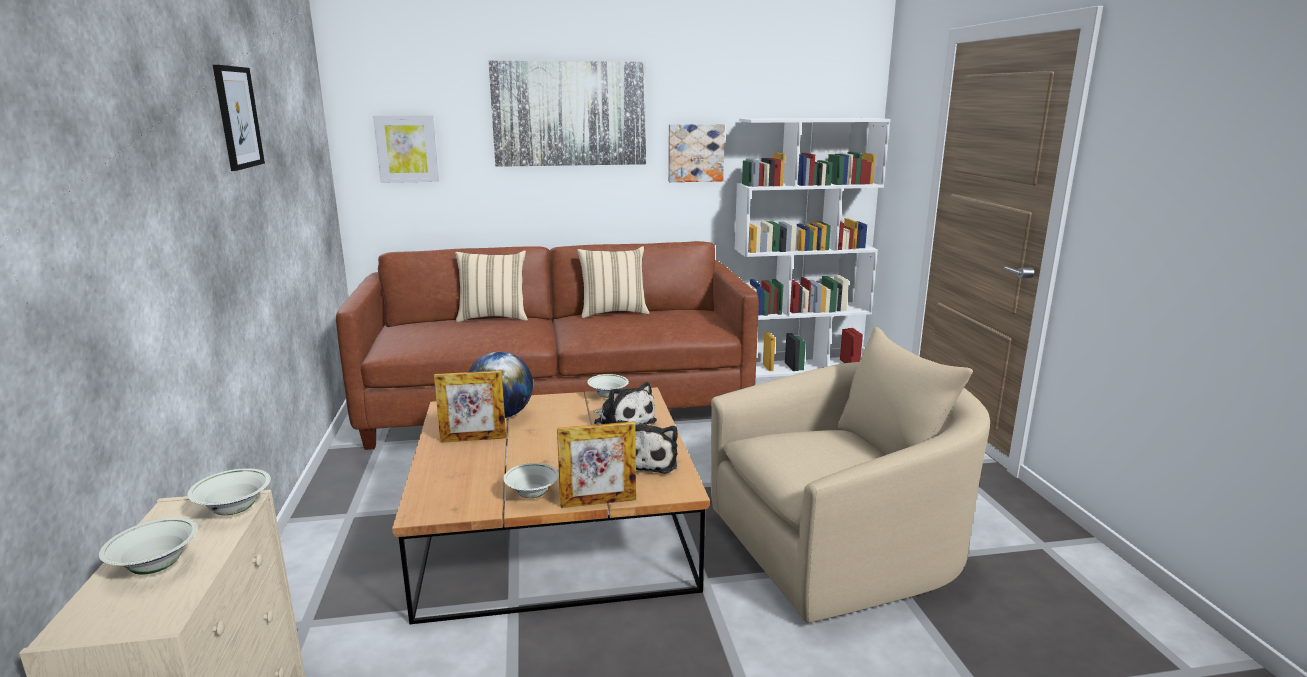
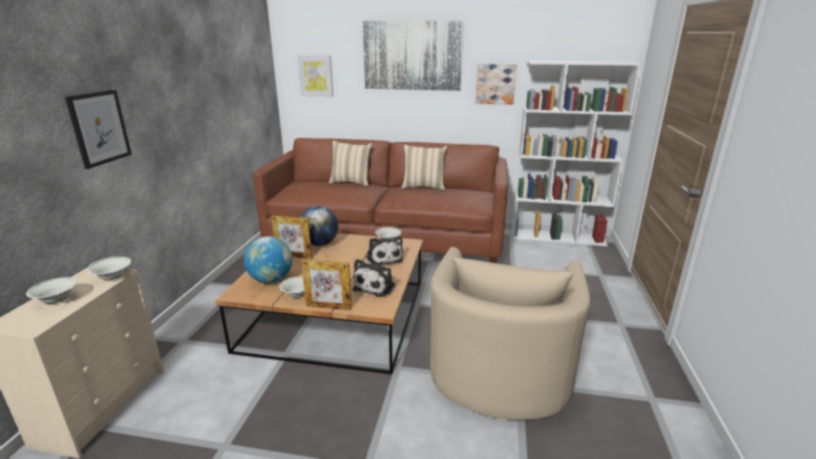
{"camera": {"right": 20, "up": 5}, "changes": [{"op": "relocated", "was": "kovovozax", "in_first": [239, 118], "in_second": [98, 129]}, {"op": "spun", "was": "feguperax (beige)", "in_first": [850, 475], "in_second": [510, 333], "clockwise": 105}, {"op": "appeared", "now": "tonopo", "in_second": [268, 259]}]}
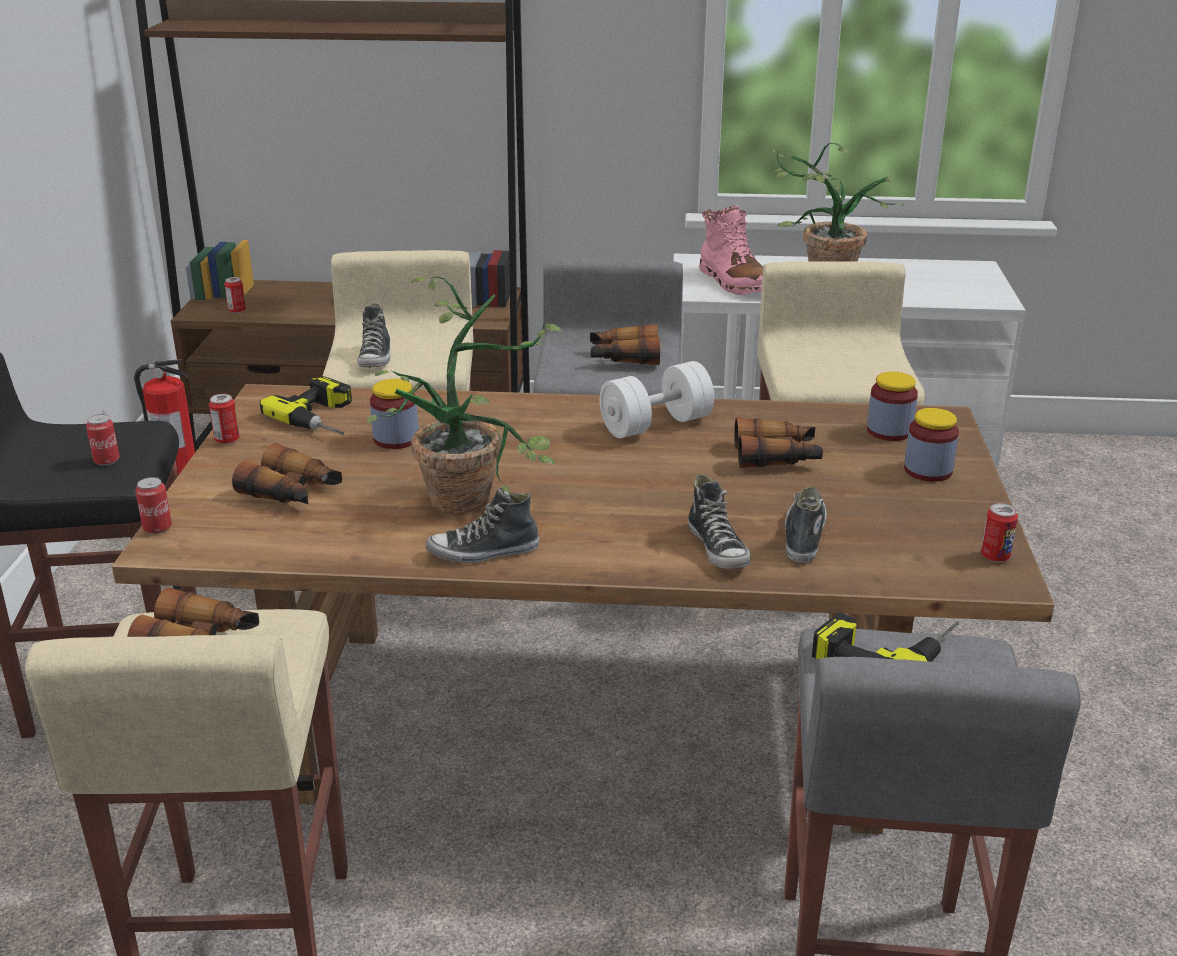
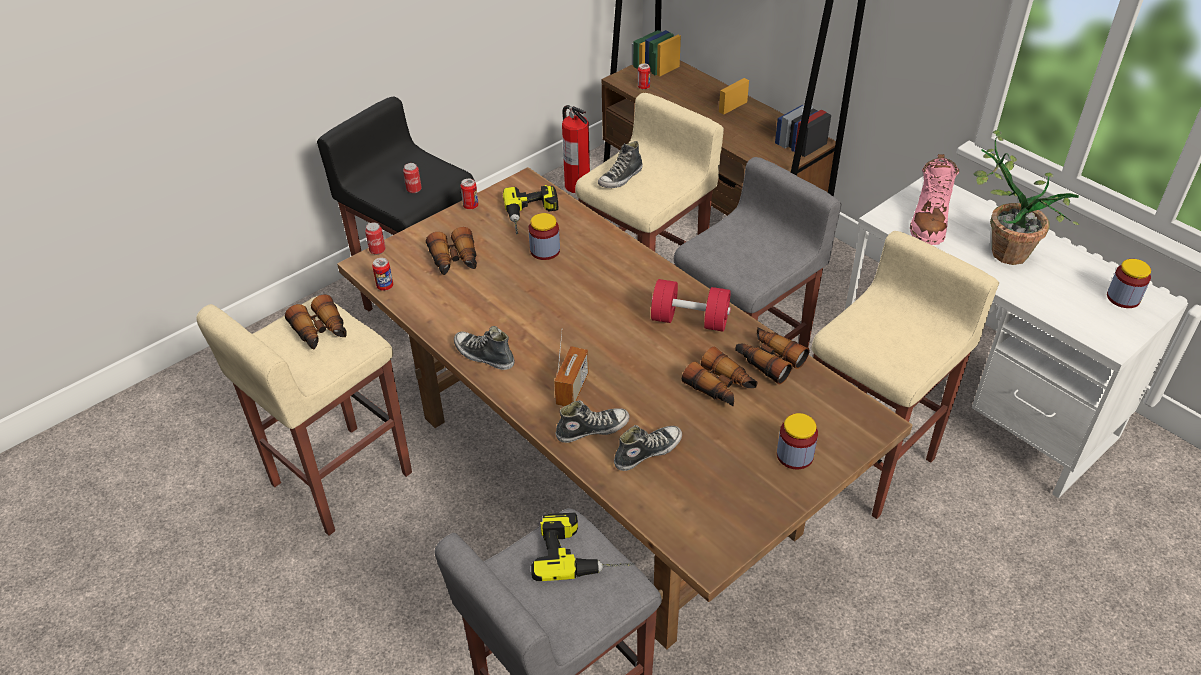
{"camera": {"right": 45, "up": 15}, "changes": [{"op": "missing", "was": "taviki", "in_first": [465, 395]}, {"op": "relocated", "was": "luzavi", "in_first": [625, 344], "in_second": [772, 356]}, {"op": "colour", "was": "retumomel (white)", "now": "retumomel (red)", "in_first": [656, 399], "in_second": [691, 305]}, {"op": "spun", "was": "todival", "in_first": [719, 521], "in_second": [593, 421], "clockwise": -135}, {"op": "relocated", "was": "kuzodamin", "in_first": [892, 406], "in_second": [1129, 283]}, {"op": "relocated", "was": "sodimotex", "in_first": [999, 532], "in_second": [382, 274]}, {"op": "appeared", "now": "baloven", "in_second": [571, 367]}]}
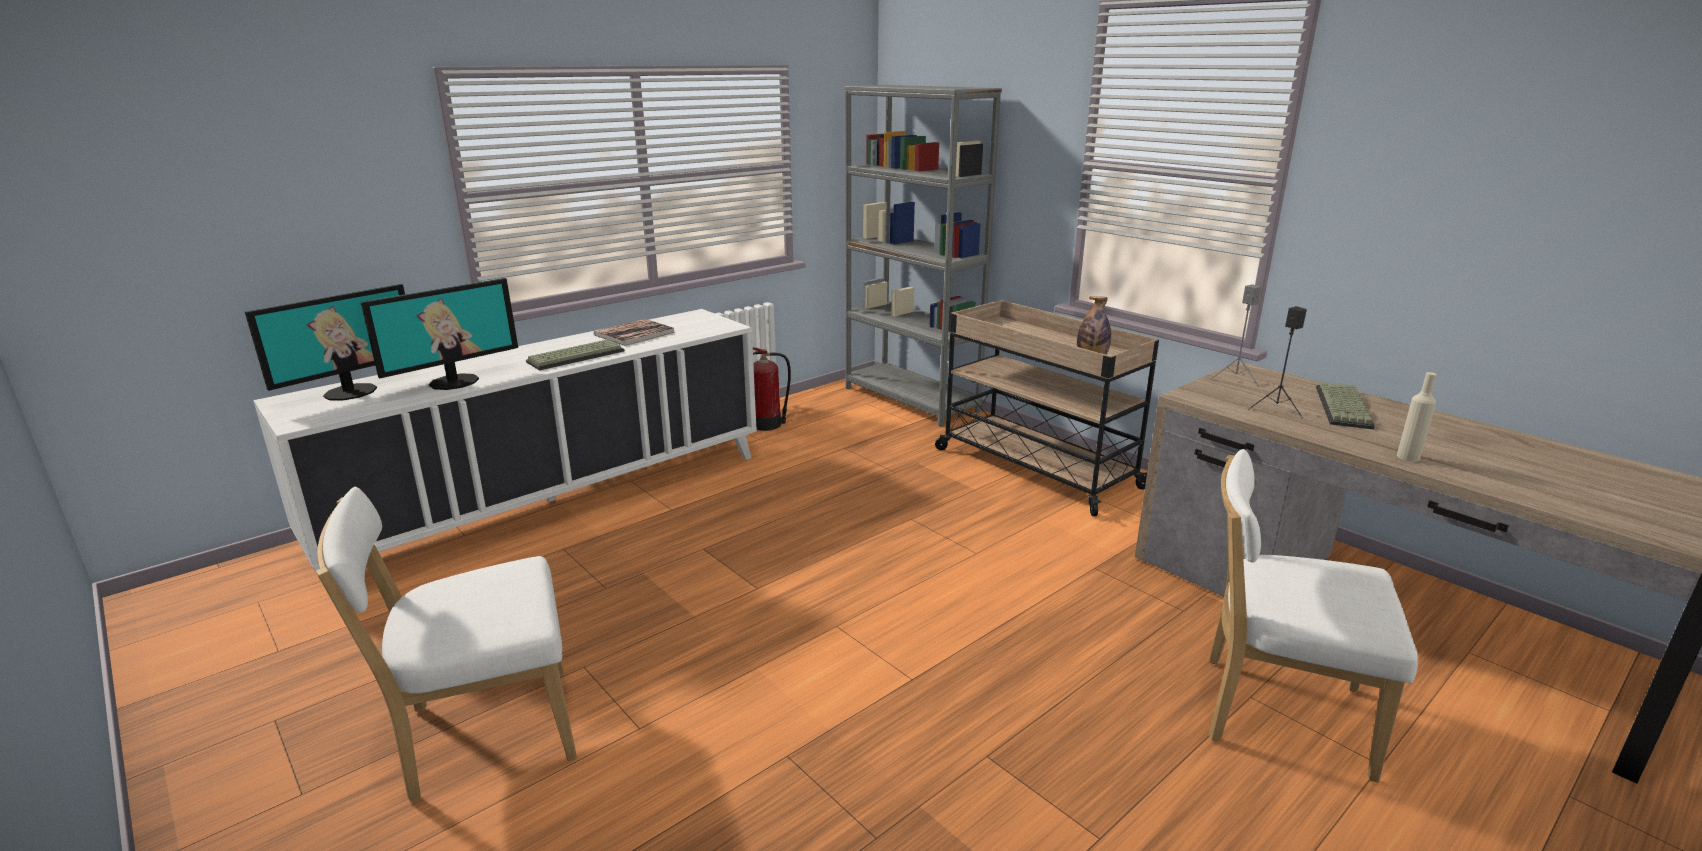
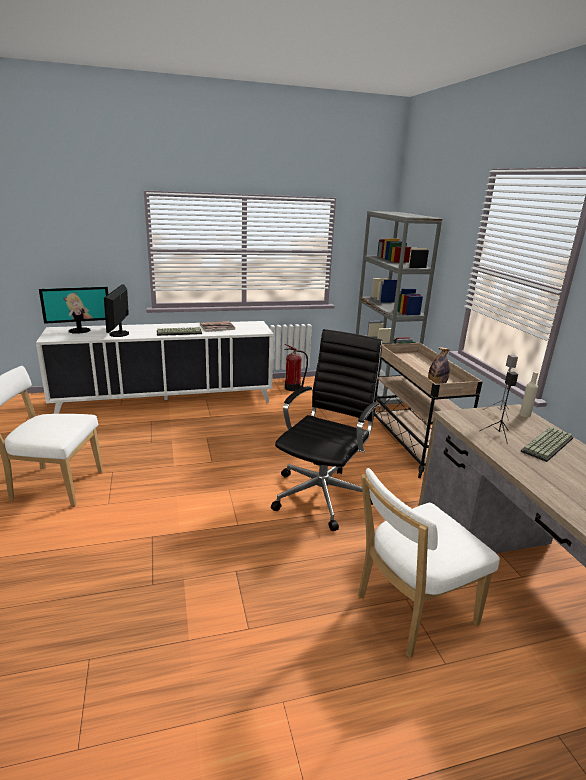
{"camera": {"right": 25, "up": 0}, "changes": [{"op": "spun", "was": "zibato", "in_first": [439, 334], "in_second": [116, 310], "clockwise": 105}, {"op": "spun", "was": "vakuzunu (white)", "in_first": [1313, 615], "in_second": [429, 563], "clockwise": -75}, {"op": "relocated", "was": "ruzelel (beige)", "in_first": [1417, 417], "in_second": [529, 394]}, {"op": "appeared", "now": "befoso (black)", "in_second": [326, 430]}]}
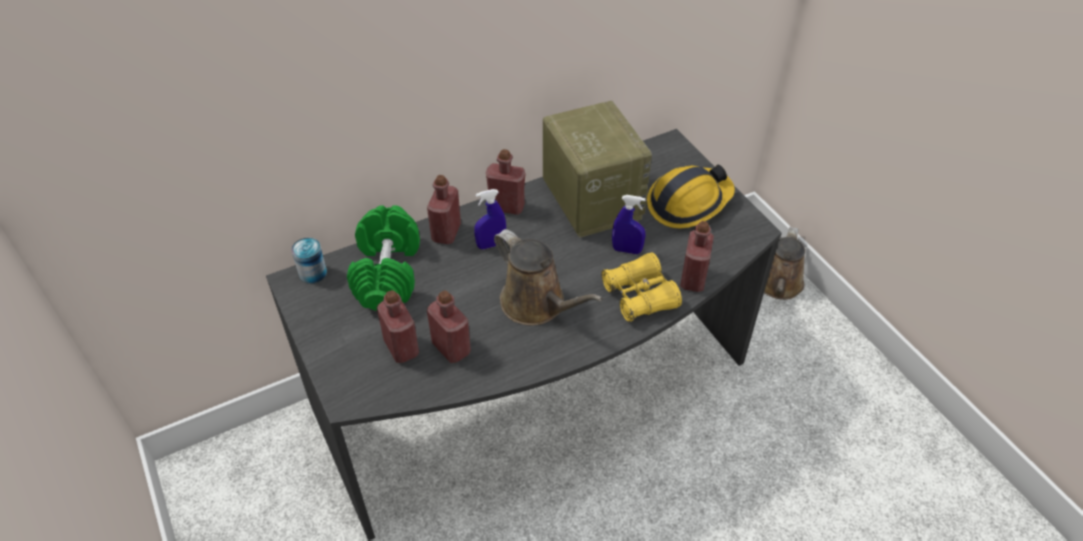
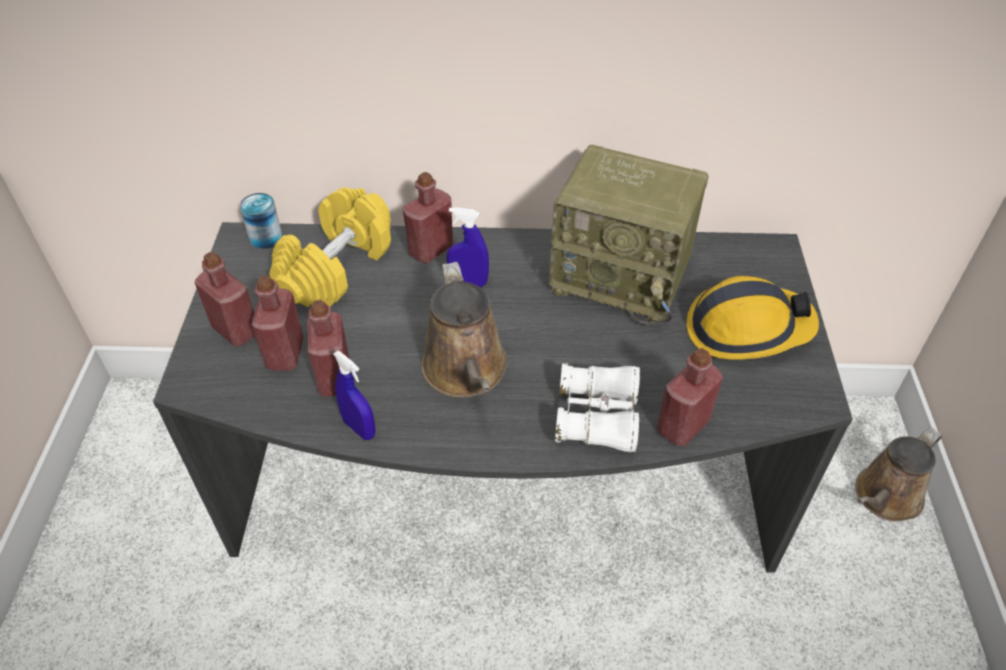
{"camera": {"right": 30, "up": 0}, "changes": [{"op": "colour", "was": "retumomel (green)", "now": "retumomel (yellow)", "in_first": [383, 258], "in_second": [330, 247]}, {"op": "relocated", "was": "ruzelel (red)", "in_first": [506, 182], "in_second": [225, 299]}, {"op": "spun", "was": "baloven", "in_first": [597, 169], "in_second": [629, 235], "clockwise": 105}, {"op": "colour", "was": "luzavi (yellow)", "now": "luzavi (white)", "in_first": [641, 287], "in_second": [597, 408]}, {"op": "relocated", "was": "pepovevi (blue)", "in_first": [629, 224], "in_second": [354, 395]}]}
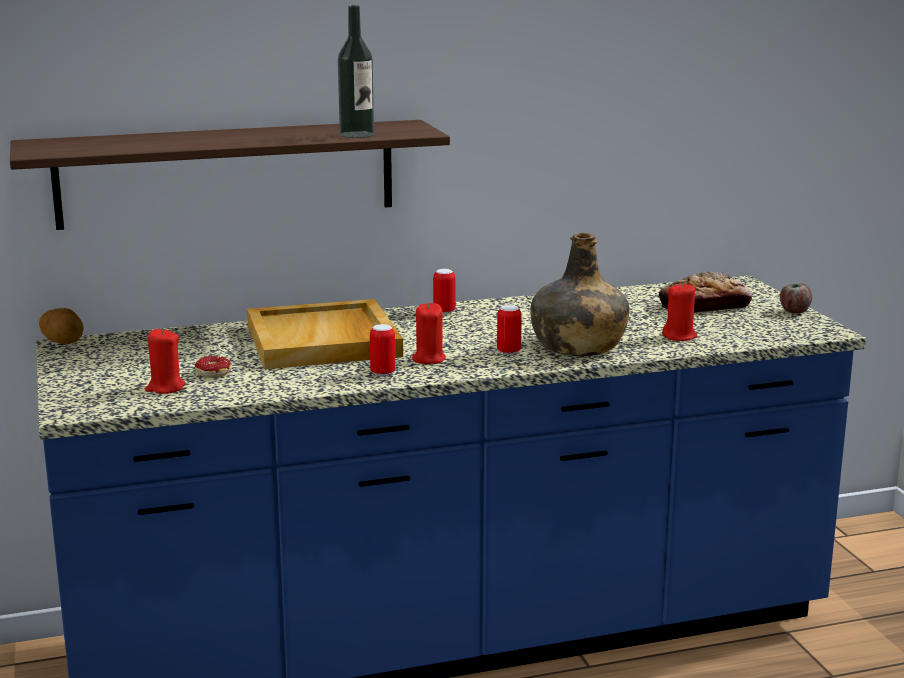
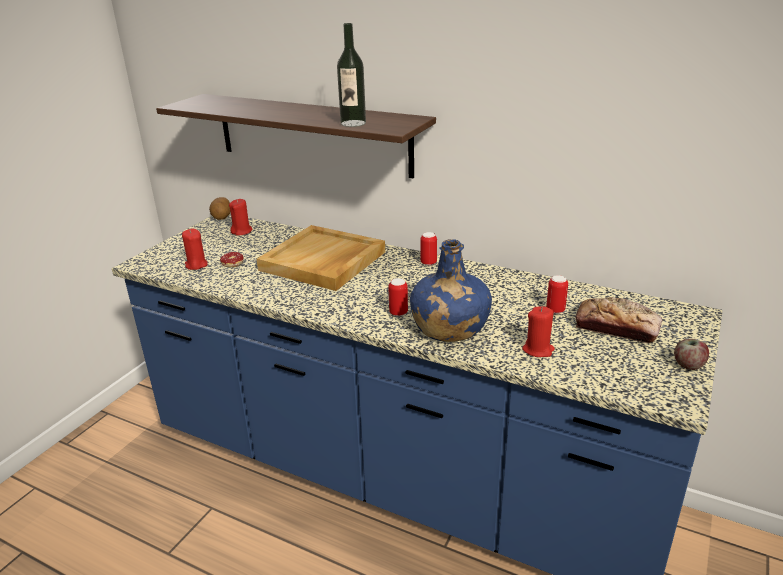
{"camera": {"right": 45, "up": 10}, "changes": [{"op": "relocated", "was": "sodimotex", "in_first": [383, 350], "in_second": [557, 294]}, {"op": "relocated", "was": "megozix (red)", "in_first": [429, 333], "in_second": [240, 217]}, {"op": "colour", "was": "ruzelel (green)", "now": "ruzelel (blue)", "in_first": [580, 295], "in_second": [451, 290]}]}
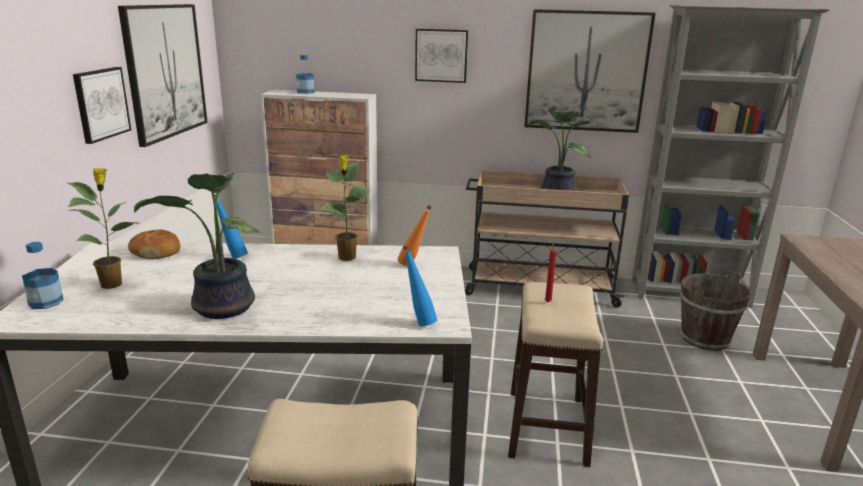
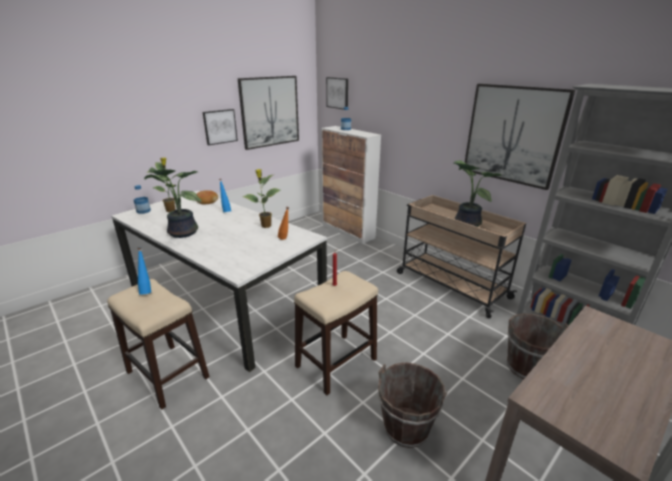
{"camera": {"right": 40, "up": 5}, "changes": [{"op": "relocated", "was": "ruzelel (blue)", "in_first": [420, 285], "in_second": [144, 271]}, {"op": "relocated", "was": "kovovozax", "in_first": [441, 56], "in_second": [337, 93]}, {"op": "appeared", "now": "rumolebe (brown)", "in_second": [413, 405]}]}
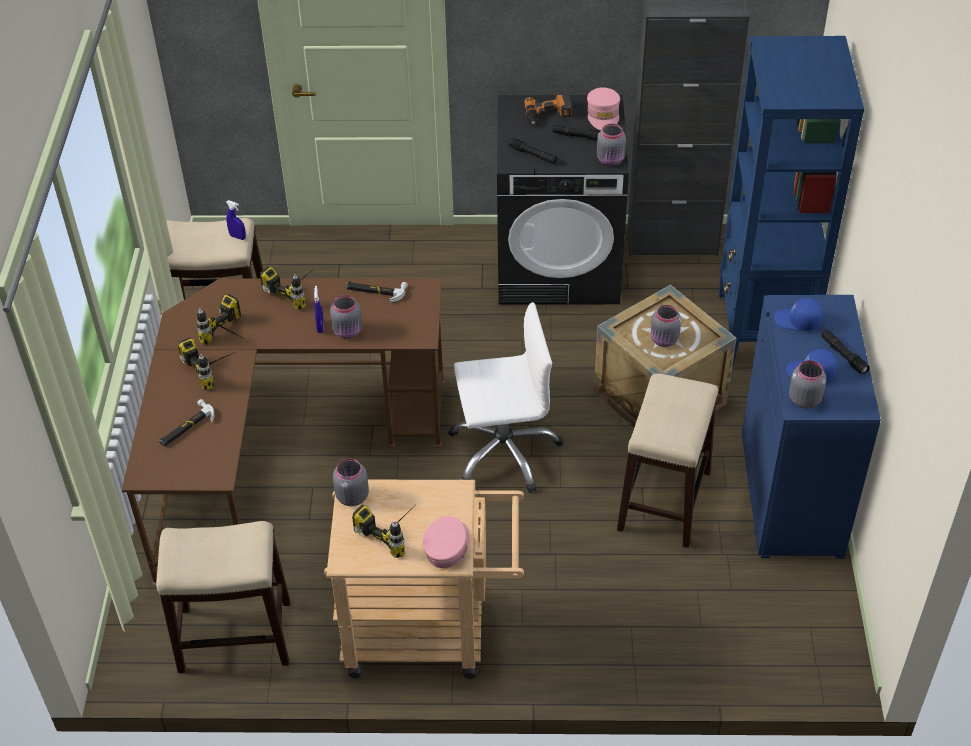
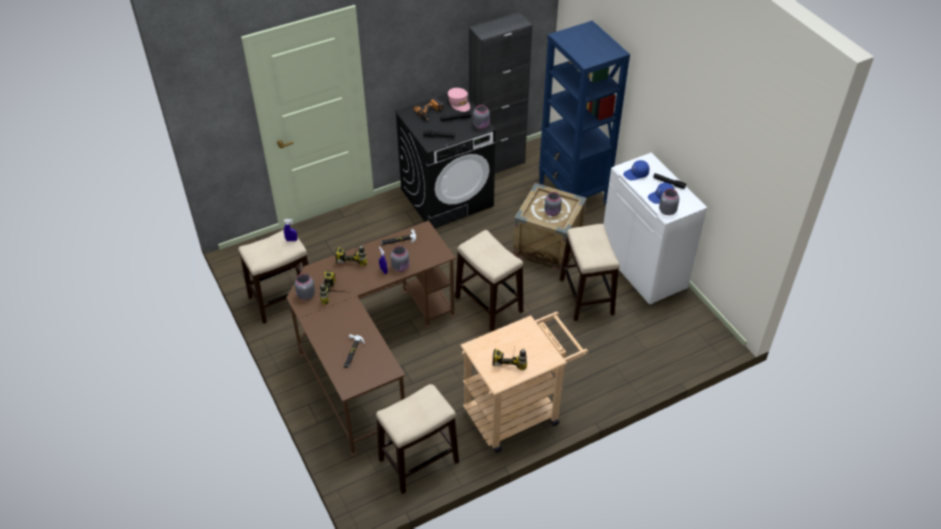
{"camera": {"right": -30, "up": 0}, "changes": [{"op": "missing", "was": "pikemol", "in_first": [206, 363]}, {"op": "relocated", "was": "kuzodamin (grey)", "in_first": [351, 482], "in_second": [305, 286]}, {"op": "missing", "was": "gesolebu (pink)", "in_first": [446, 542]}, {"op": "exchanged", "was": "befoso (white)", "now": "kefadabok", "in_first": [506, 397], "in_second": [489, 280]}, {"op": "colour", "was": "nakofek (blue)", "now": "nakofek (white)", "in_first": [811, 426], "in_second": [655, 229]}]}
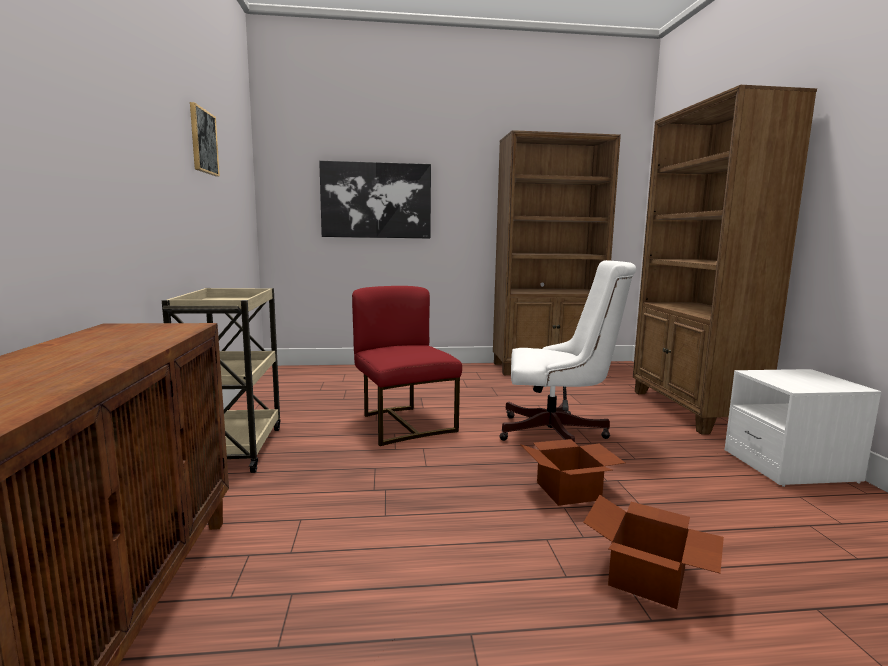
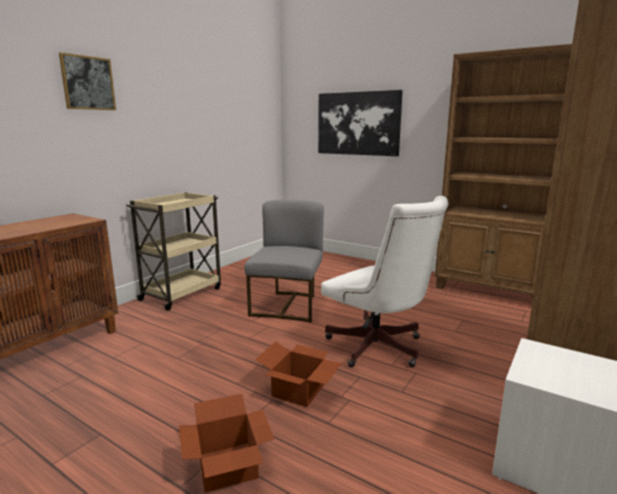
{"camera": {"right": 40, "up": 5}, "changes": [{"op": "relocated", "was": "kovovozax", "in_first": [205, 139], "in_second": [87, 81]}, {"op": "colour", "was": "vakuzunu (red)", "now": "vakuzunu (grey)", "in_first": [407, 366], "in_second": [284, 261]}]}
